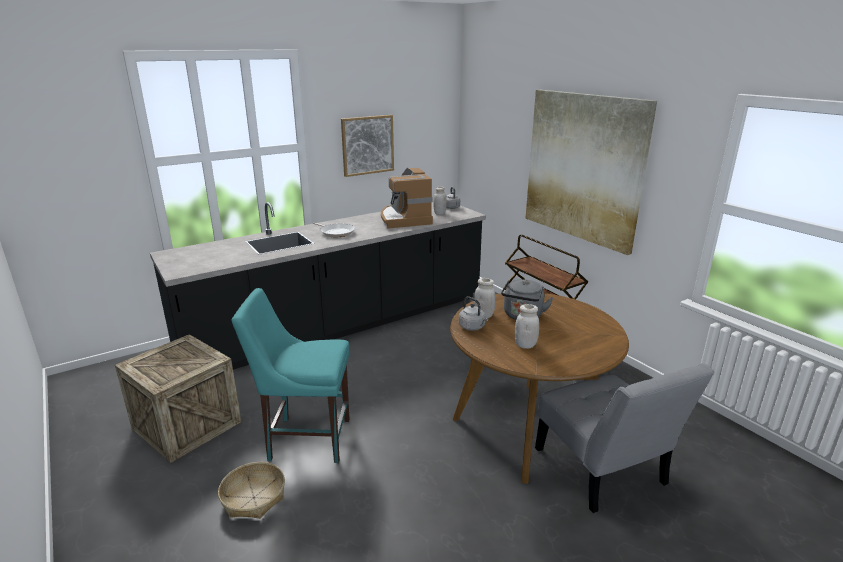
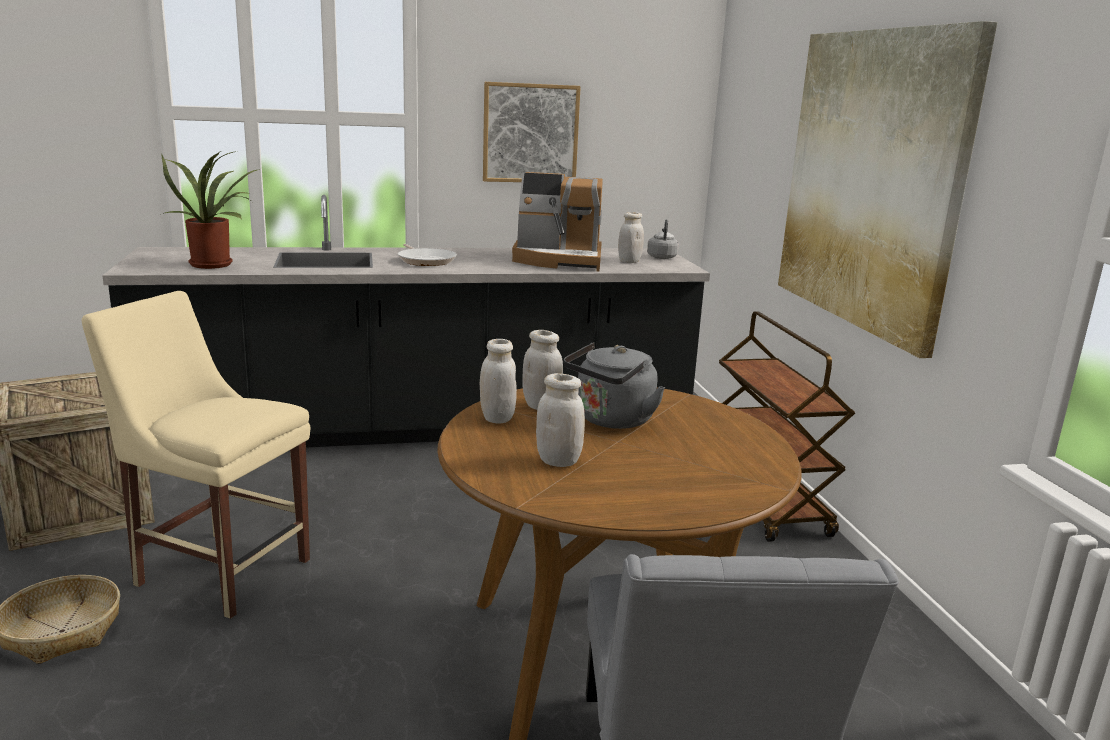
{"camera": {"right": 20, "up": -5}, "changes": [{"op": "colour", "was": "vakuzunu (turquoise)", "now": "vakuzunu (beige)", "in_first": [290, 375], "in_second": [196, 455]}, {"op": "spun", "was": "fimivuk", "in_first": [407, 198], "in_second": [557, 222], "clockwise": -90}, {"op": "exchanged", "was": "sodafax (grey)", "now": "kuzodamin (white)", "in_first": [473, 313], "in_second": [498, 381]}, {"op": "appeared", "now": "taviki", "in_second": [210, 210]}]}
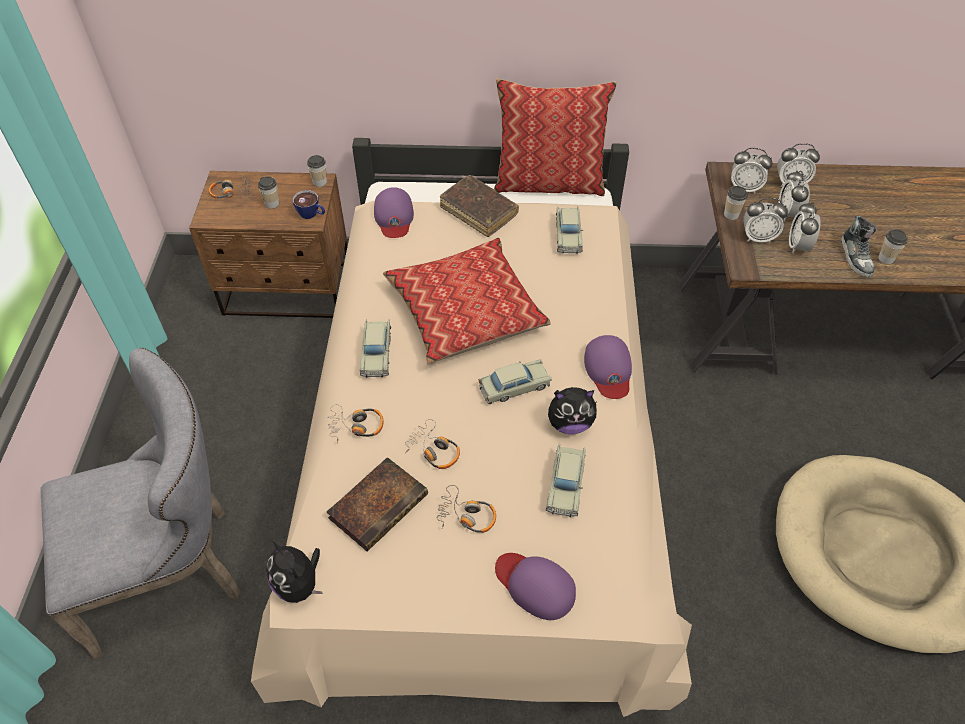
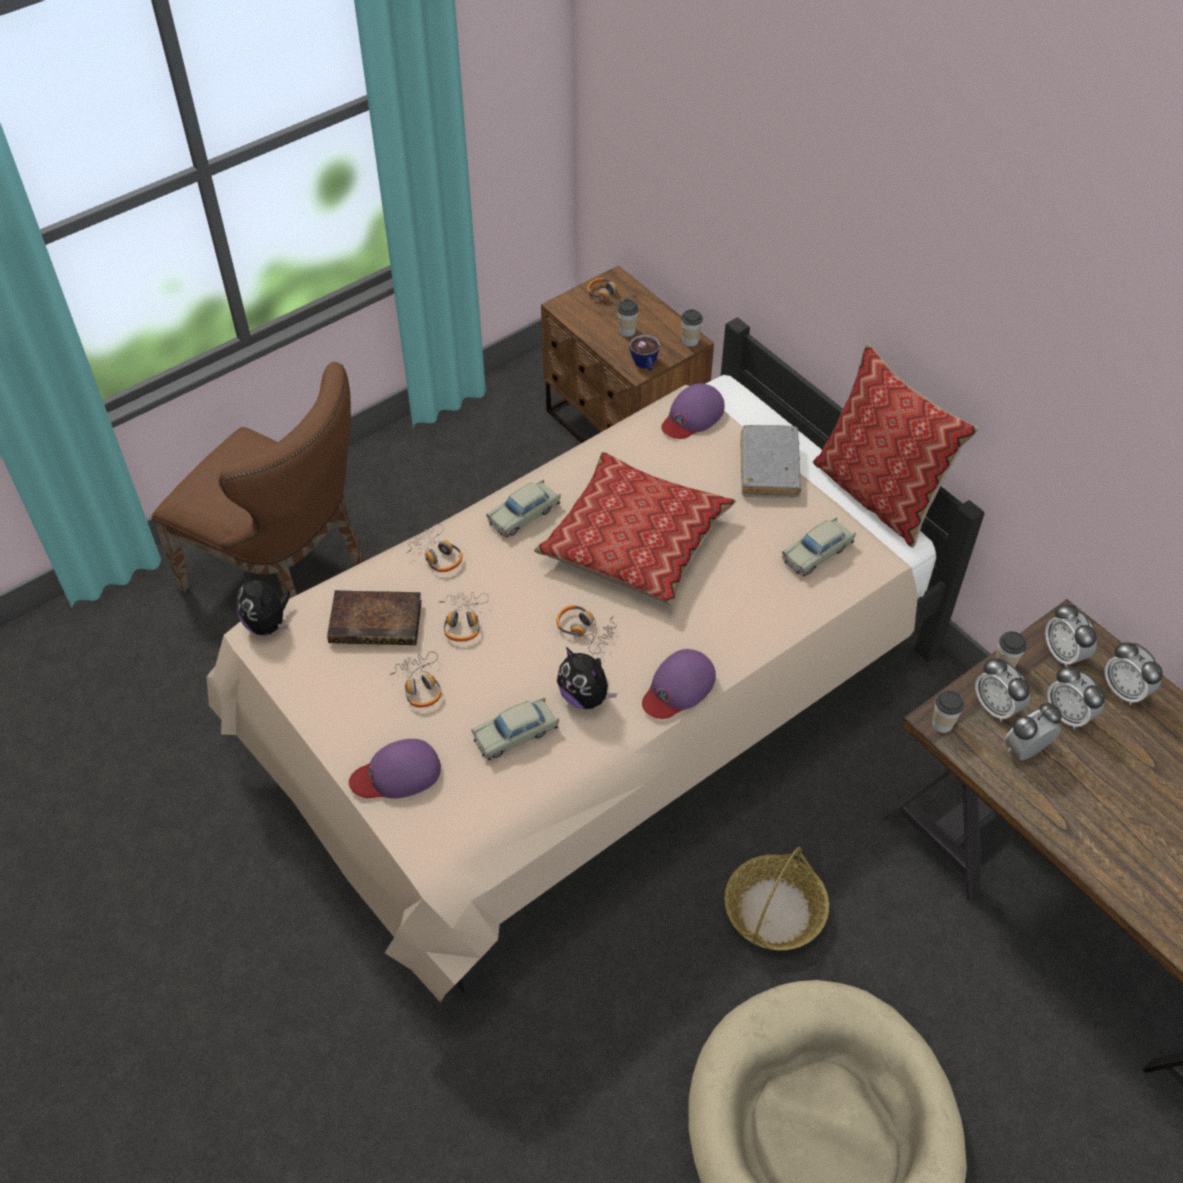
{"camera": {"right": 50, "up": 0}, "changes": [{"op": "colour", "was": "vakuzunu (grey)", "now": "vakuzunu (brown)", "in_first": [140, 503], "in_second": [257, 480]}, {"op": "spun", "was": "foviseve", "in_first": [294, 572], "in_second": [263, 603], "clockwise": -45}, {"op": "colour", "was": "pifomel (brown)", "now": "pifomel (grey)", "in_first": [479, 206], "in_second": [770, 461]}, {"op": "exchanged", "was": "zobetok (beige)", "now": "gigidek", "in_first": [515, 381], "in_second": [586, 629]}, {"op": "spun", "was": "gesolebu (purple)", "in_first": [535, 586], "in_second": [395, 769], "clockwise": -105}, {"op": "spun", "was": "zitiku", "in_first": [794, 196], "in_second": [1076, 697], "clockwise": -90}, {"op": "missing", "was": "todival", "in_first": [859, 246]}, {"op": "relocated", "was": "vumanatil", "in_first": [893, 246], "in_second": [948, 712]}, {"op": "appeared", "now": "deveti", "in_second": [776, 898]}]}
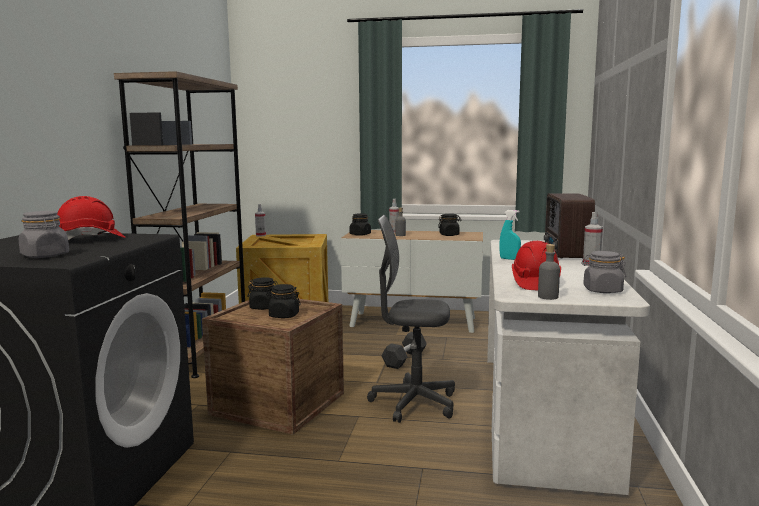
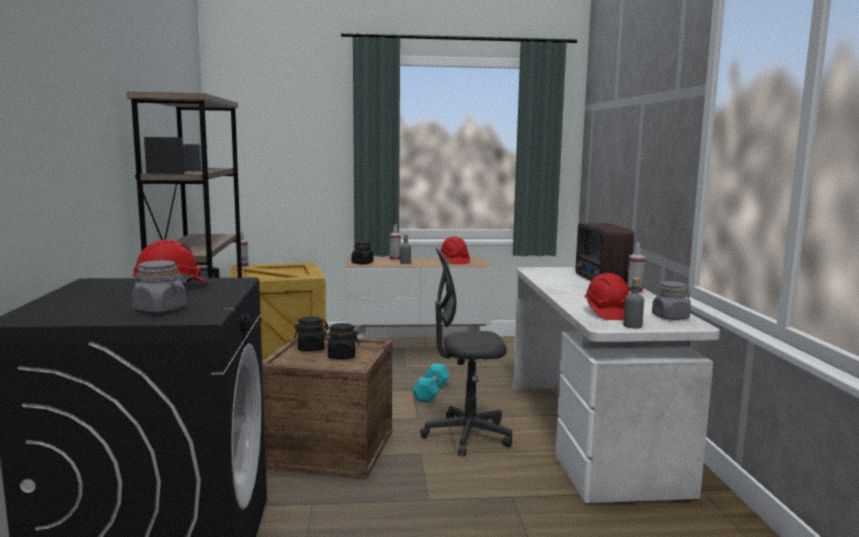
{"camera": {"right": -15, "up": 0}, "changes": [{"op": "colour", "was": "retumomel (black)", "now": "retumomel (turquoise)", "in_first": [404, 350], "in_second": [431, 383]}, {"op": "exchanged", "was": "kuzodamin (black)", "now": "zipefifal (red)", "in_first": [450, 225], "in_second": [455, 251]}, {"op": "missing", "was": "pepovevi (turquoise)", "in_first": [510, 235]}]}
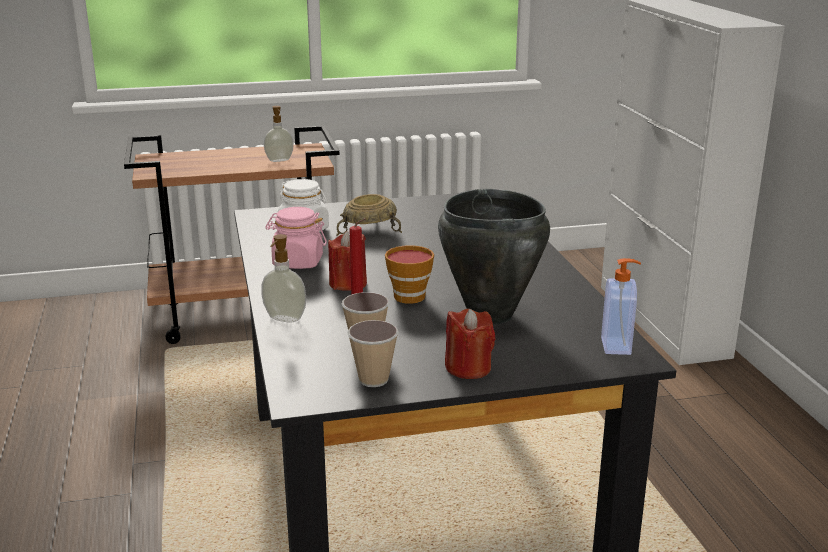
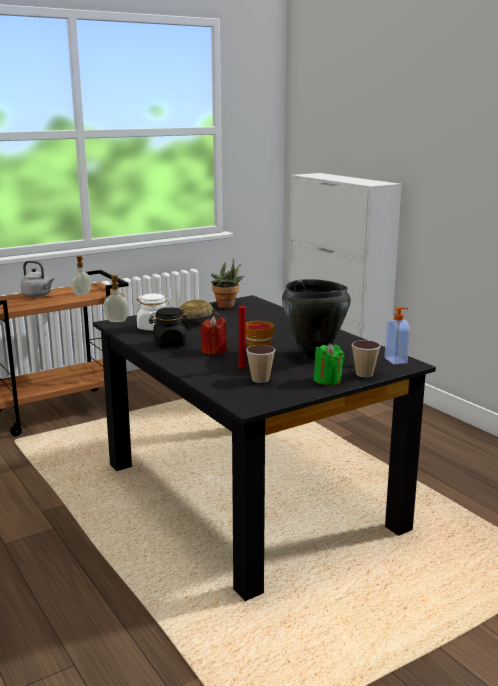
{"camera": {"right": -20, "up": -5}, "changes": [{"op": "relocated", "was": "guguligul", "in_first": [283, 278], "in_second": [116, 298]}, {"op": "colour", "was": "kuzodamin (pink)", "now": "kuzodamin (black)", "in_first": [296, 238], "in_second": [169, 328]}, {"op": "relocated", "was": "vumanatil", "in_first": [372, 353], "in_second": [366, 359]}, {"op": "colour", "was": "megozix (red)", "now": "megozix (green)", "in_first": [470, 344], "in_second": [329, 364]}, {"op": "appeared", "now": "sodafax (grey)", "in_second": [37, 279]}, {"op": "appeared", "now": "taviki", "in_second": [228, 283]}]}
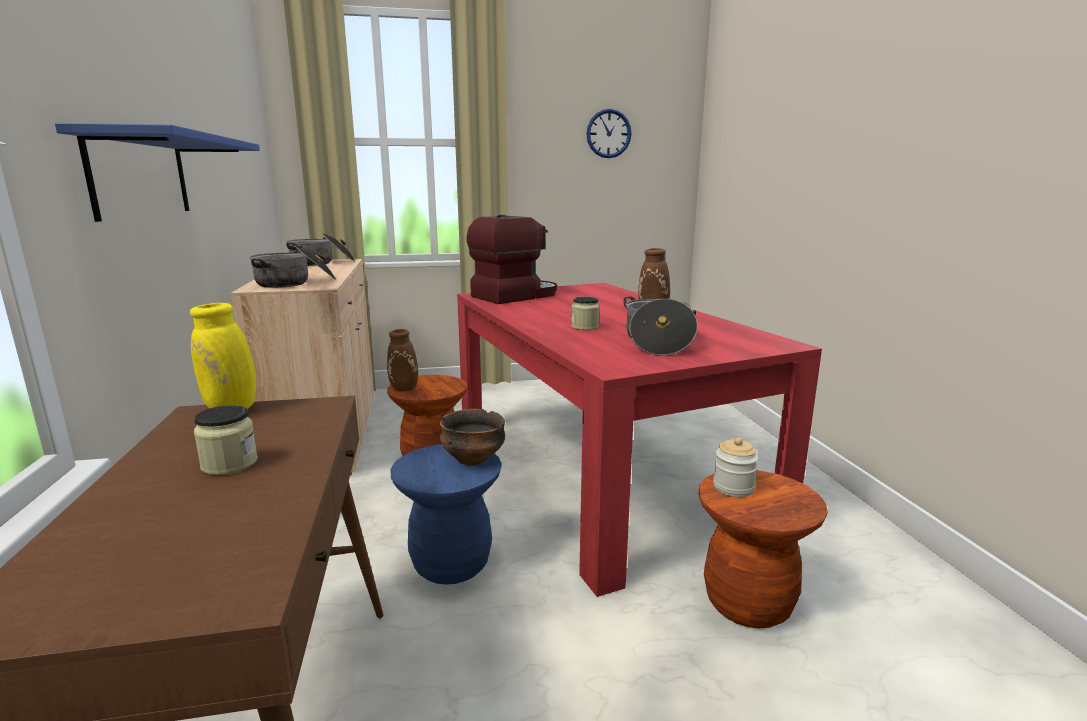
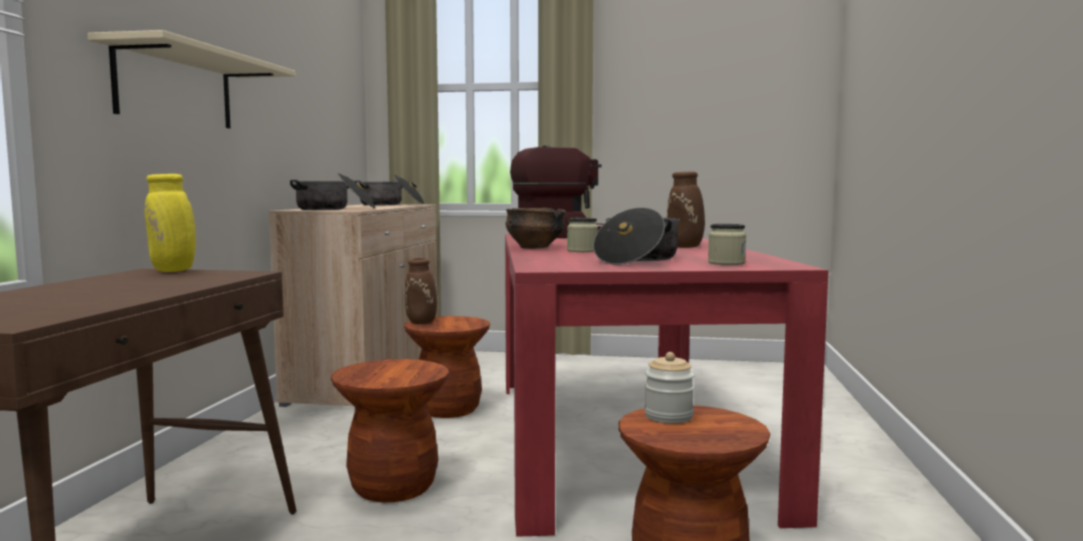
{"camera": {"right": 20, "up": -10}, "changes": [{"op": "colour", "was": "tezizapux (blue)", "now": "tezizapux (beige)", "in_first": [157, 172], "in_second": [191, 79]}, {"op": "relocated", "was": "kuzodamin", "in_first": [226, 440], "in_second": [727, 244]}, {"op": "colour", "was": "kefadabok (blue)", "now": "kefadabok (brown)", "in_first": [445, 514], "in_second": [390, 430]}, {"op": "relocated", "was": "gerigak", "in_first": [472, 437], "in_second": [535, 228]}, {"op": "missing", "was": "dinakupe", "in_first": [608, 133]}]}
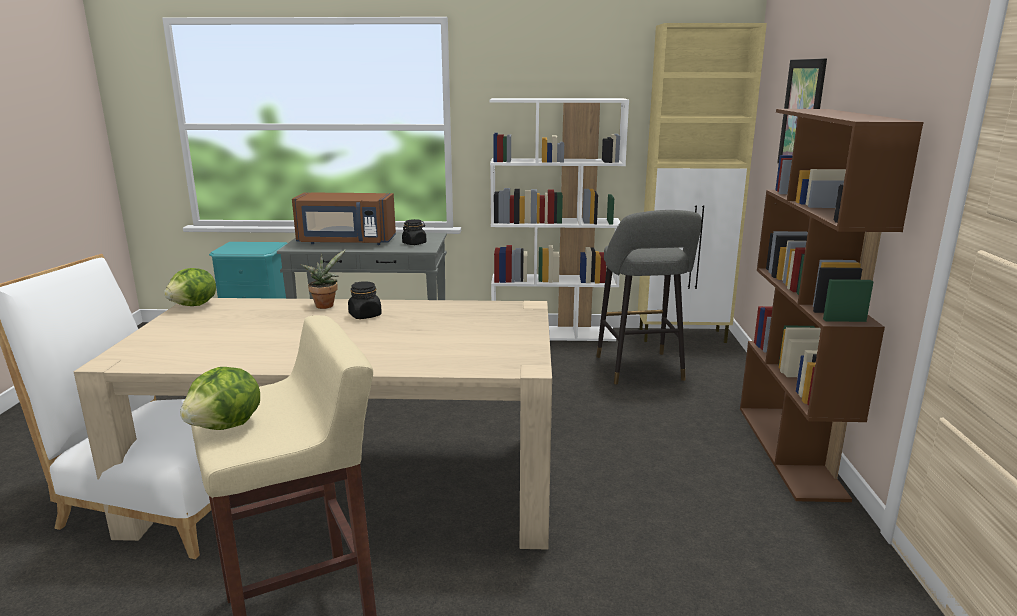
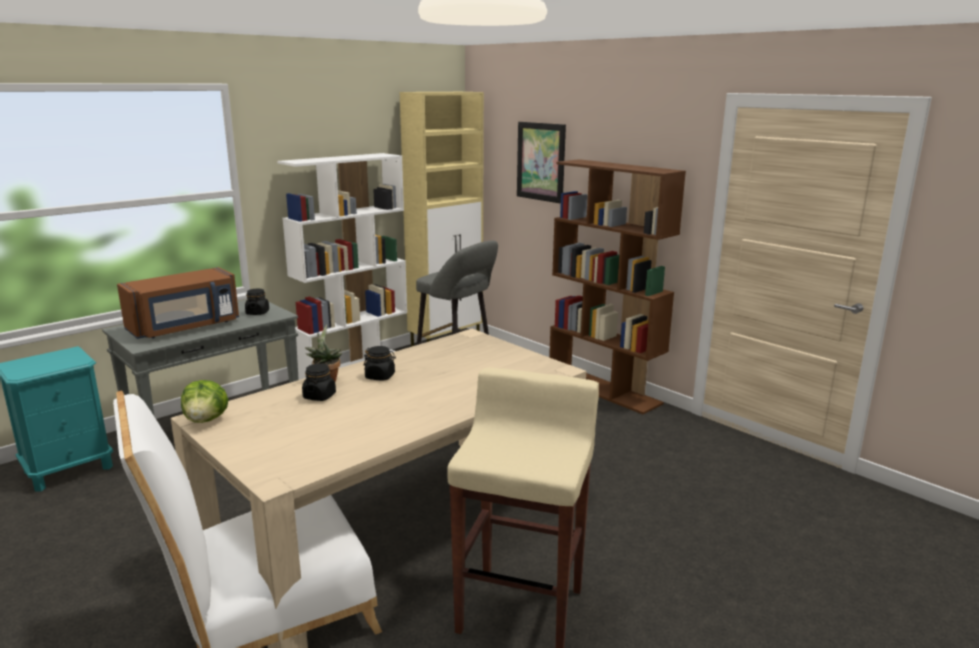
{"camera": {"right": -45, "up": 0}, "changes": [{"op": "missing", "was": "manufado", "in_first": [220, 398]}, {"op": "appeared", "now": "kuzodamin (black)", "in_second": [319, 382]}]}
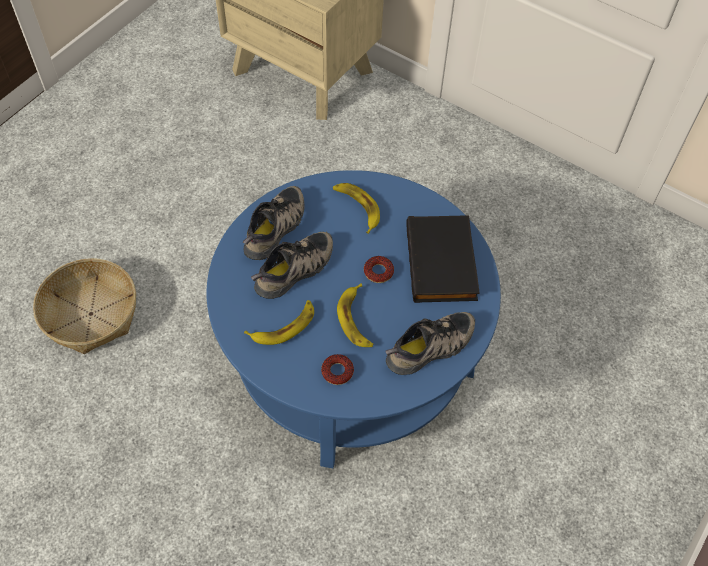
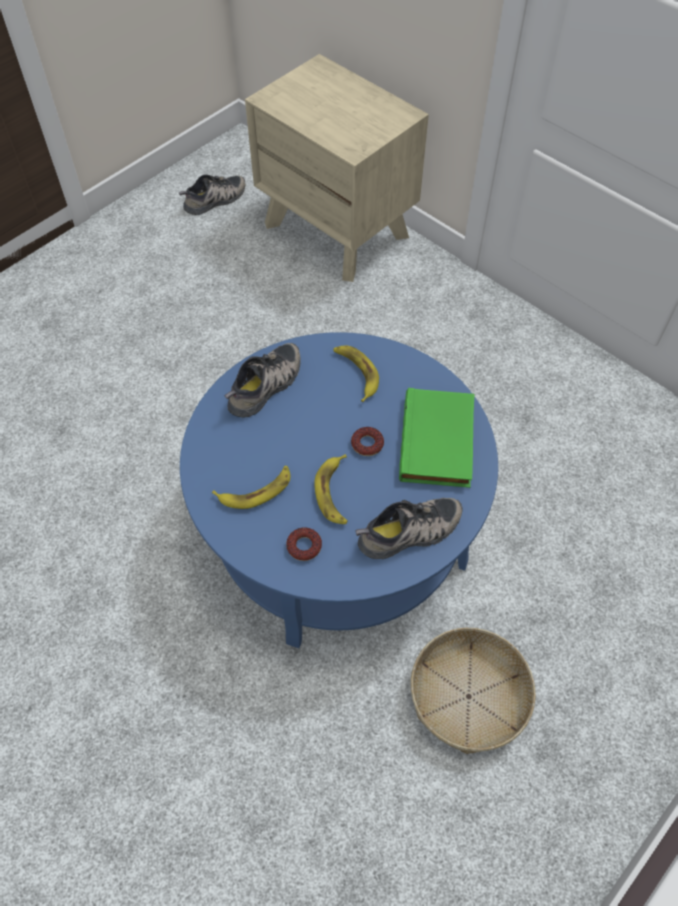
{"camera": {"right": 10, "up": 0}, "changes": [{"op": "relocated", "was": "deveti", "in_first": [84, 306], "in_second": [473, 691]}, {"op": "relocated", "was": "todival", "in_first": [292, 265], "in_second": [212, 194]}, {"op": "colour", "was": "pifomel (black)", "now": "pifomel (green)", "in_first": [443, 259], "in_second": [437, 438]}]}
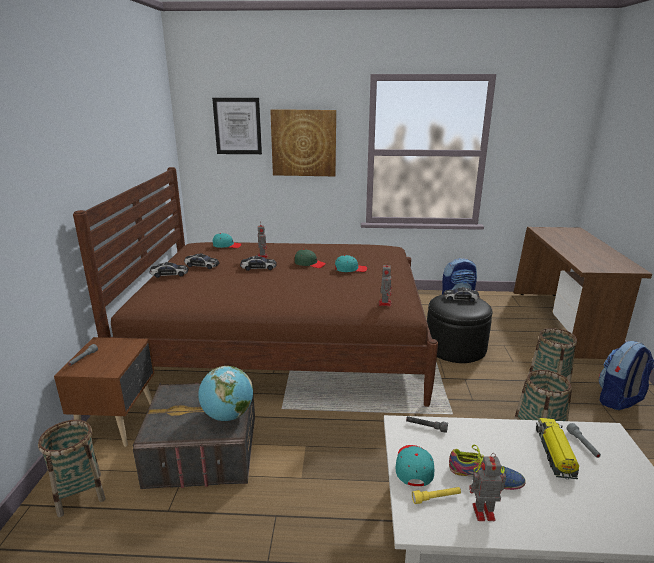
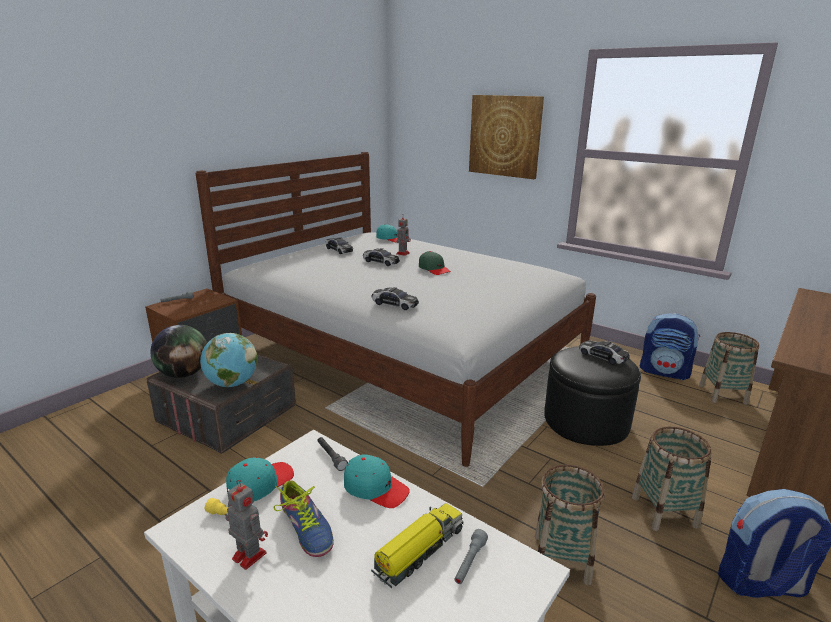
{"camera": {"right": 35, "up": 0}, "changes": [{"op": "relocated", "was": "deveti", "in_first": [72, 468], "in_second": [729, 368]}, {"op": "colour", "was": "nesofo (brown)", "now": "nesofo (white)", "in_first": [255, 287], "in_second": [396, 309]}, {"op": "relocated", "was": "zobetok", "in_first": [168, 270], "in_second": [395, 298]}, {"op": "missing", "was": "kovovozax", "in_first": [237, 126]}, {"op": "relocated", "was": "gesolebu (turquoise)", "in_first": [351, 263], "in_second": [377, 481]}, {"op": "missing", "was": "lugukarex", "in_first": [385, 285]}, {"op": "appeared", "now": "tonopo", "in_second": [178, 351]}]}
